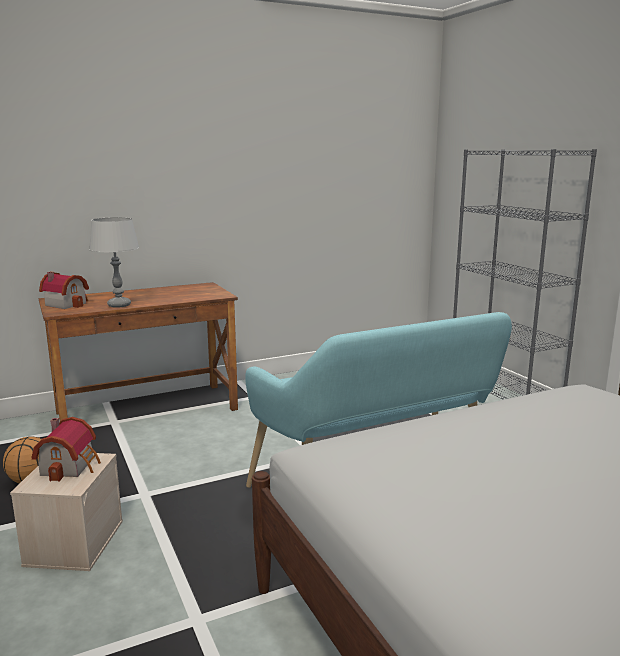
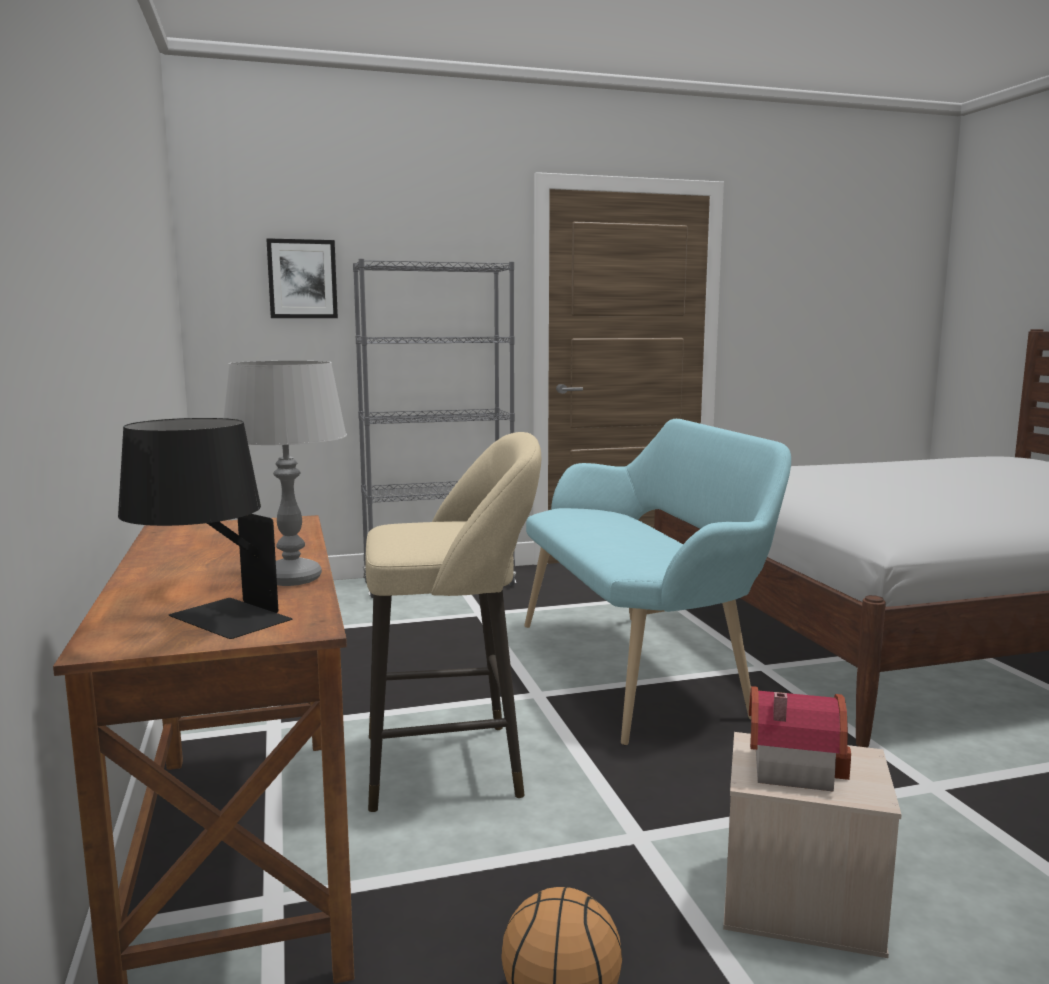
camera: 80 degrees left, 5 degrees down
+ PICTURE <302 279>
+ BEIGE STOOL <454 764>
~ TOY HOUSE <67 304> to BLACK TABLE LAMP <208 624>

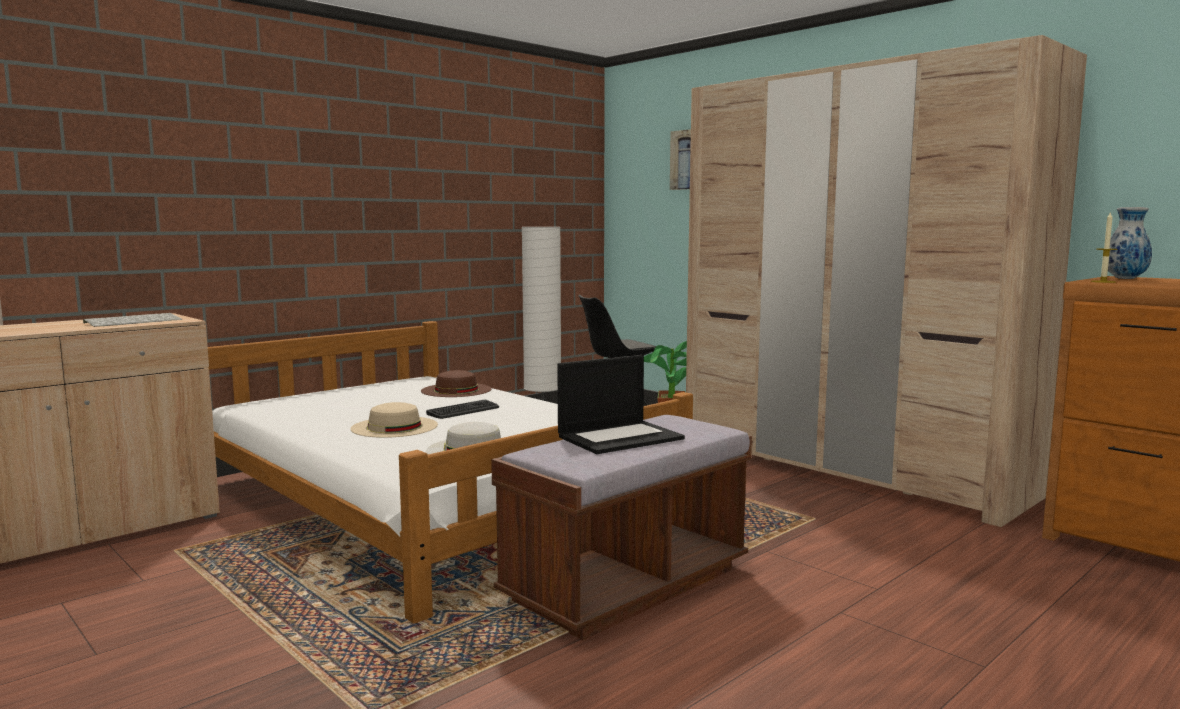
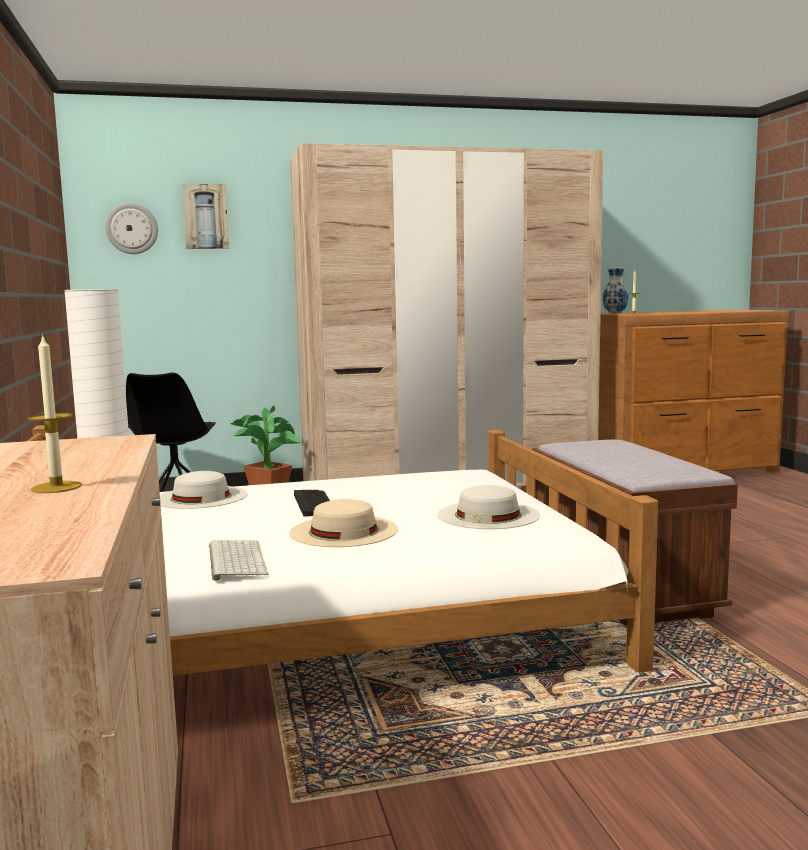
camera: 60 degrees left, 0 degrees up
- LAPTOP <620 437>
+ CANDLE <56 487>
+ WALL CLOCK <132 228>
~ KEYBOARD <134 321> to <235 559>
~ BROWN HAT <456 390> to WHITE HAT <201 497>

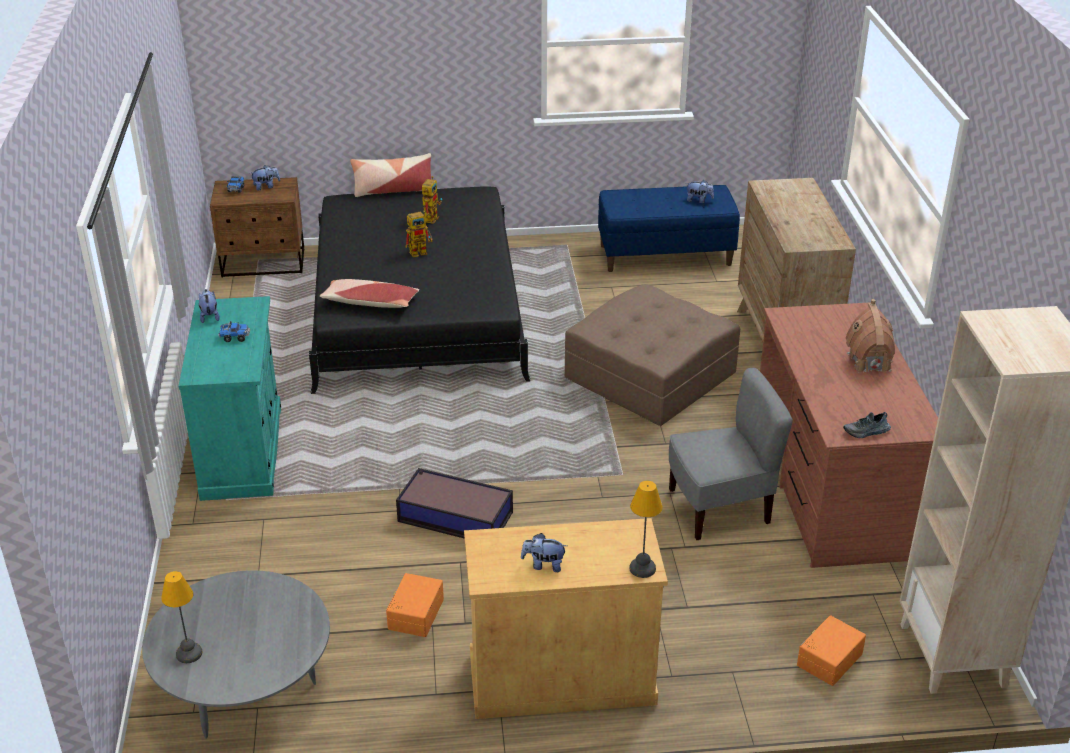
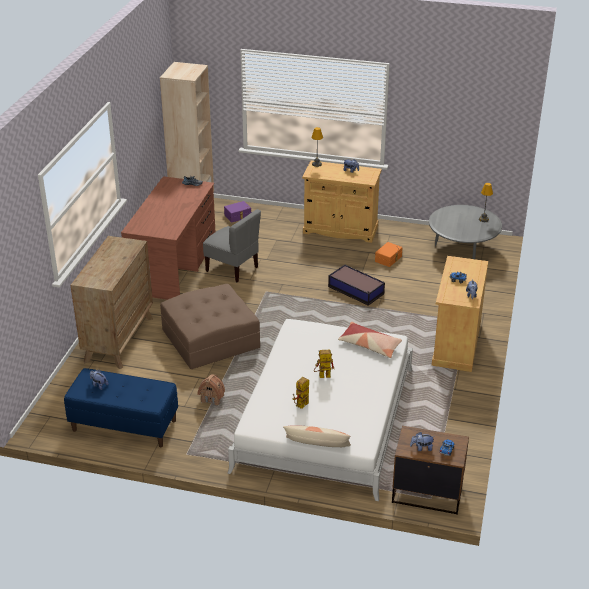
camera: 160 degrees left, 0 degrees up
~ TOY HOUSE <869 361> to <212 398>
~ TURQUOISE CABINET <243 451> to BEIGE CABINET <456 344>
~ BLACK BED <417 309> to WHITE BED <325 418>
~ ORANGE STORAGE BOX <828 658> to PURPLE STORAGE BOX <238 216>
~ GREY CHAIR <720 508> = <232 269> 150 degrees counterclockwise

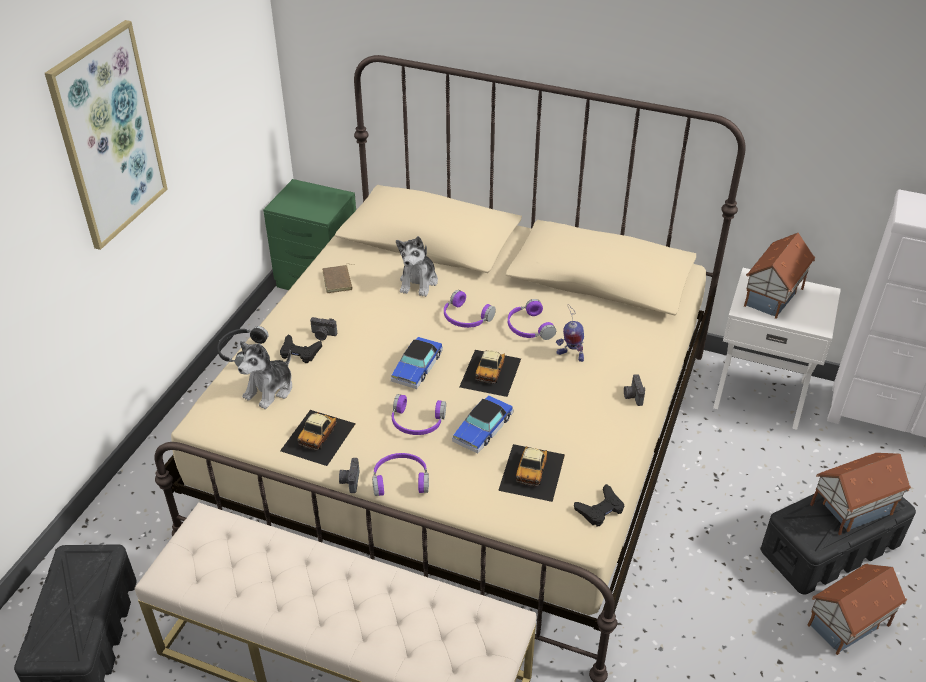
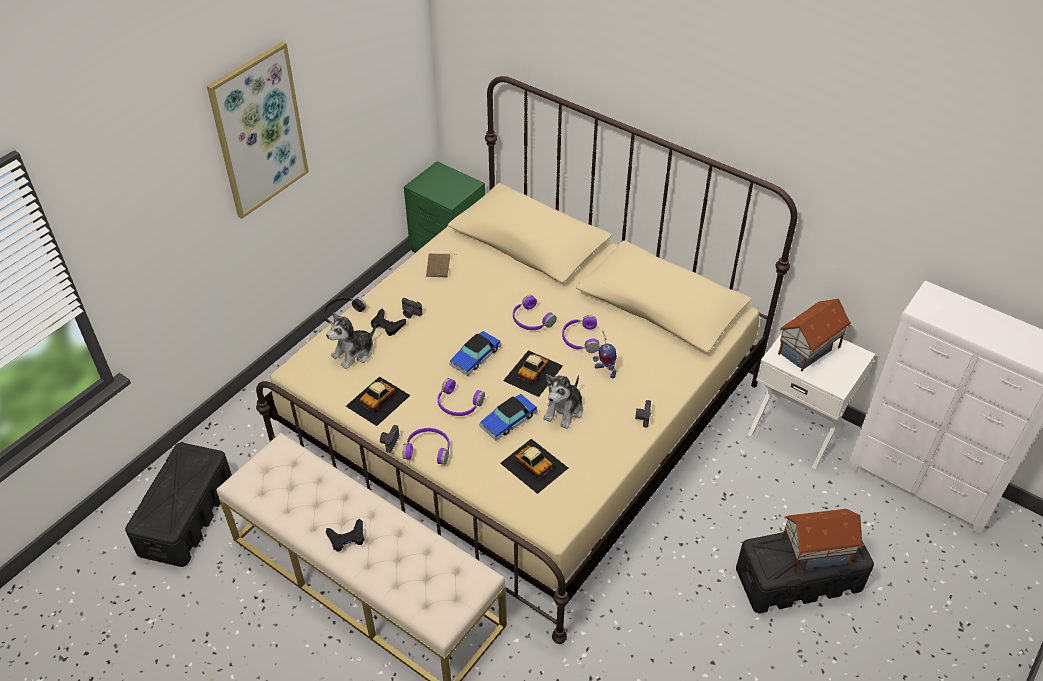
camera: 15 degrees right, 5 degrees up
- TOY HOUSE <849 626>
~ PLUSH TOY <418 282> to <564 410>
~ BLACK GAME CONTROLLER <600 509> to <347 538>
~ TOY CAR <532 472> = <534 465> 75 degrees counterclockwise

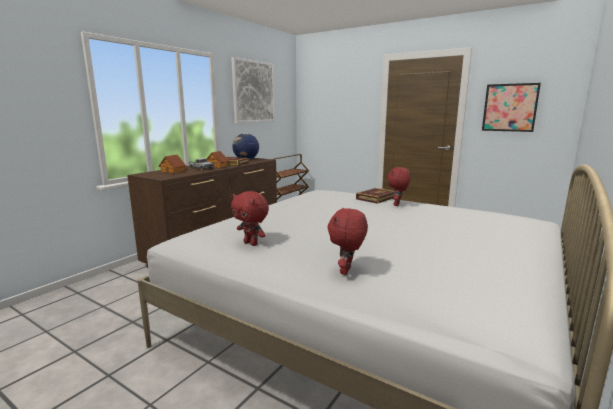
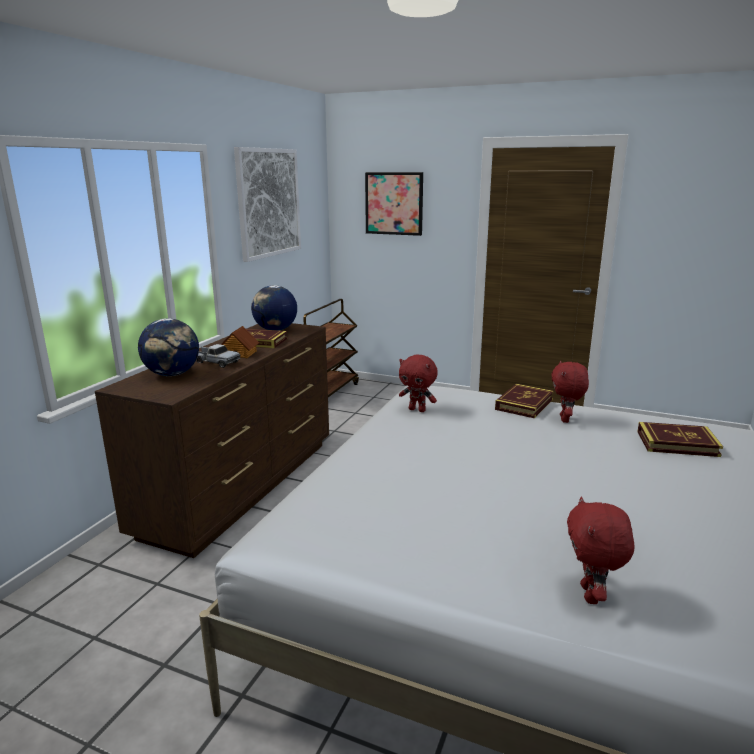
camera: 10 degrees left, 5 degrees up
+ BOOK <677 443>
~ RED PLUSH TOY <251 243> to <417 410>
~ PICTURE <510 107> to <394 203>
~ TOY HOUSE <173 171> to GLOBE <172 374>

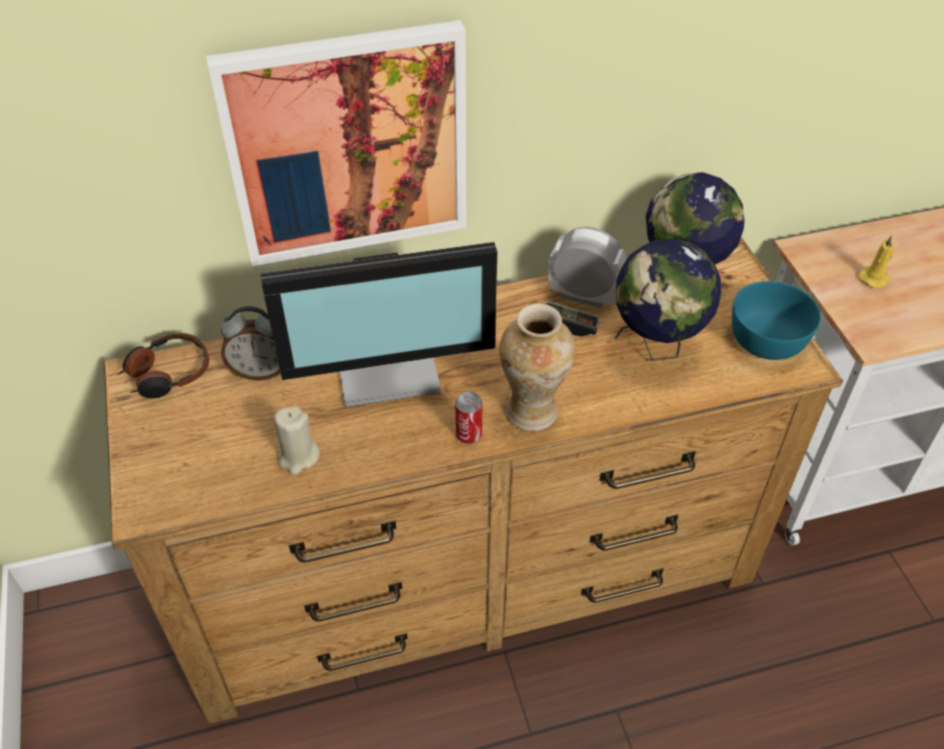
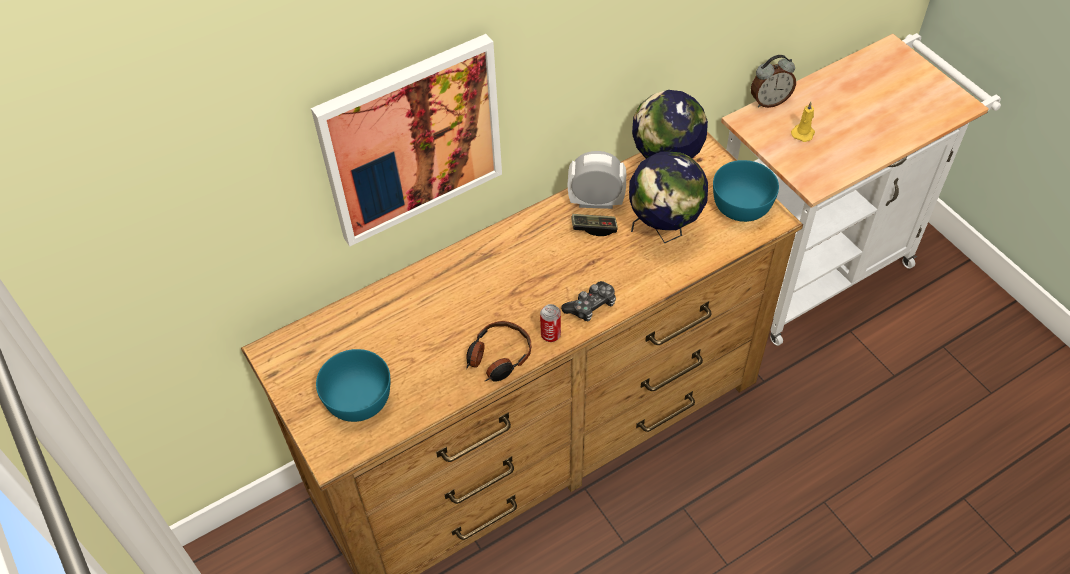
camera: 15 degrees left, 5 degrees up
- MONITOR <389 368>
- BEIGE CANDLE <298 457>
+ TURQUOISE BOWL <357 399>
~ HEADPHONES <167 374> to <498 357>
~ ALARM CLOCK <261 371> to <769 101>
~ VASE <532 413> to GAME CONTROLLER <591 306>

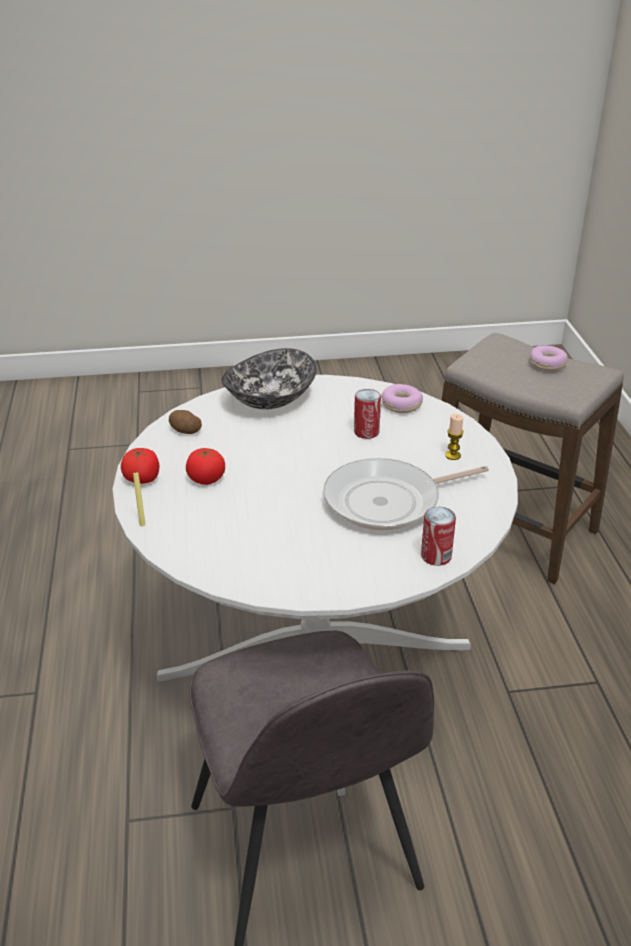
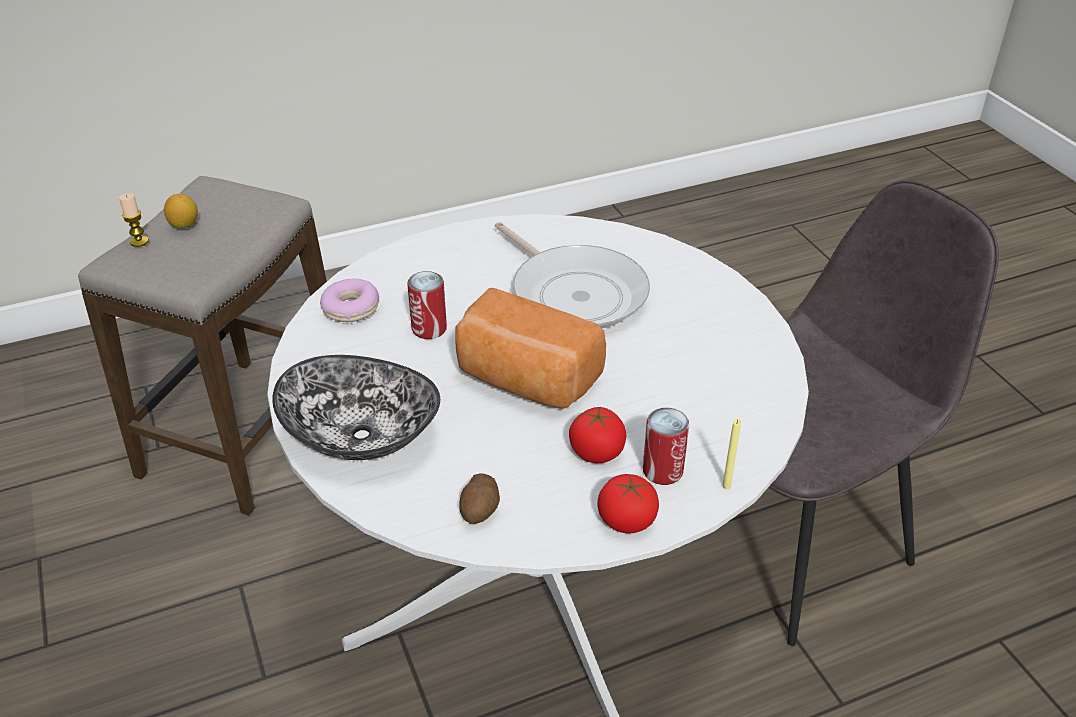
camera: 105 degrees left, 5 degrees up
+ BREAD <525 380>
~ CAN <436 556> to <662 471>
~ CANDLE <453 455> to <139 241>
~ DONUT <547 364> to LEMON <184 225>

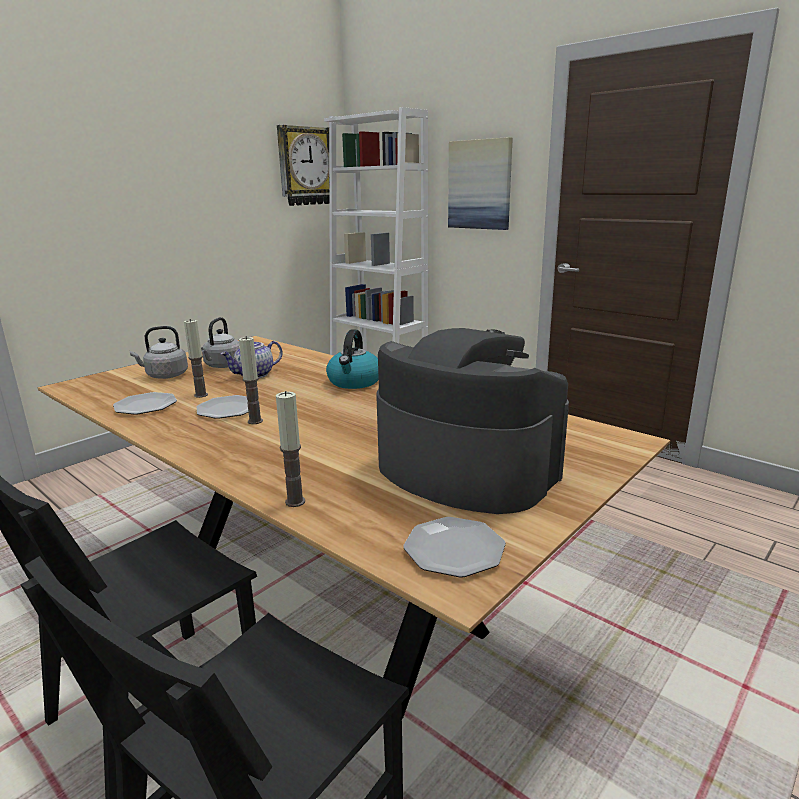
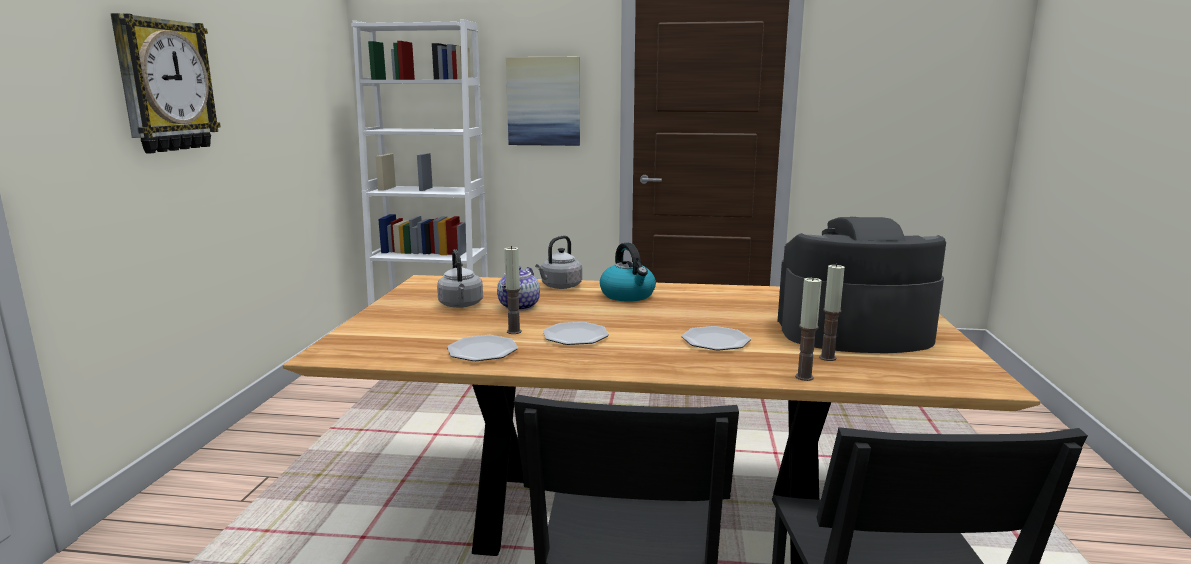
camera: 35 degrees left, 5 degrees down
~ GREY KETTLE <165 376> to <560 287>
~ CANDLE <255 421> to <827 358>
~ WALL CLOCK <305 166> to <165 86>
~ PLATE <454 550> to <716 341>

